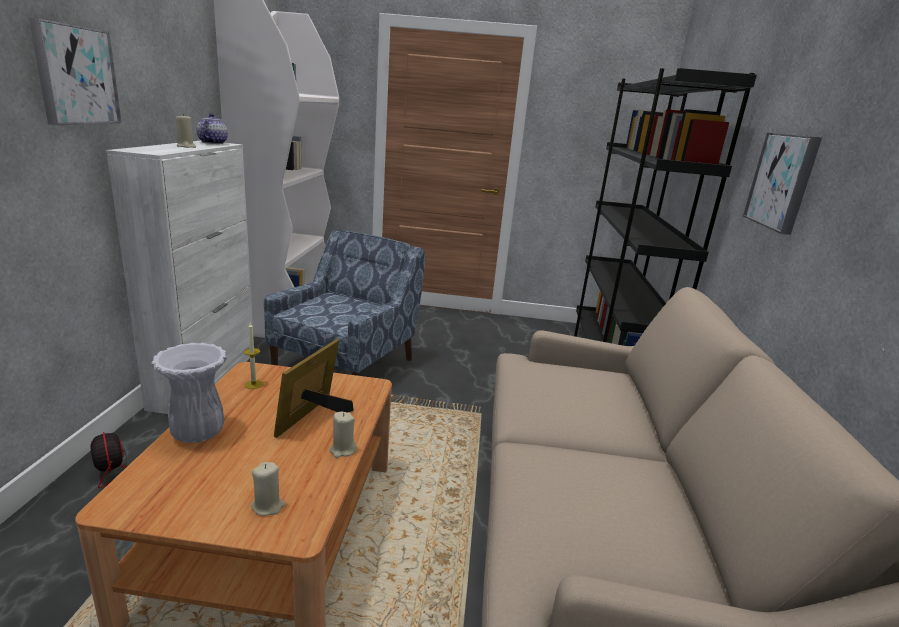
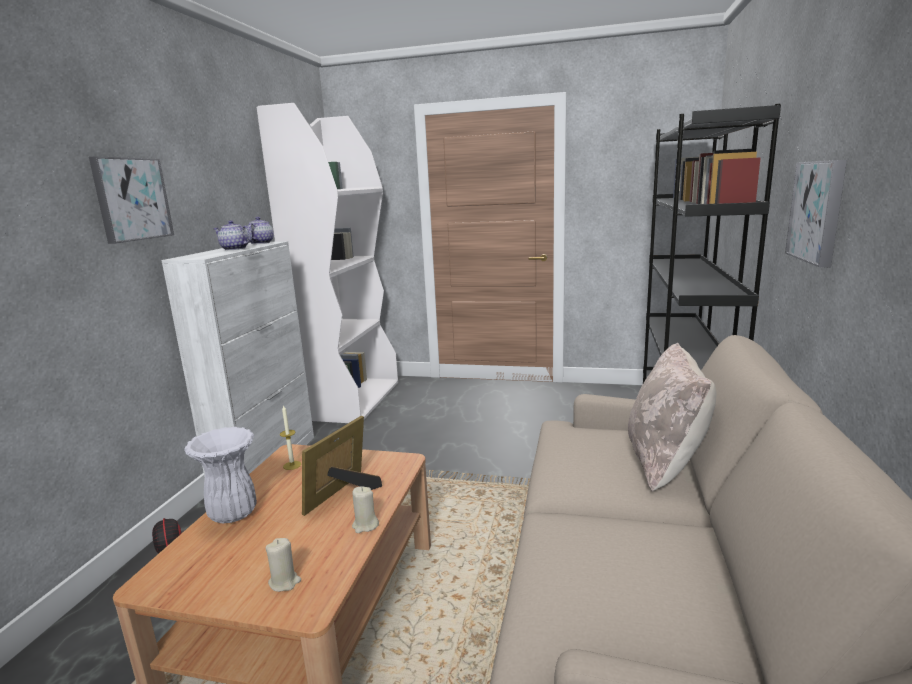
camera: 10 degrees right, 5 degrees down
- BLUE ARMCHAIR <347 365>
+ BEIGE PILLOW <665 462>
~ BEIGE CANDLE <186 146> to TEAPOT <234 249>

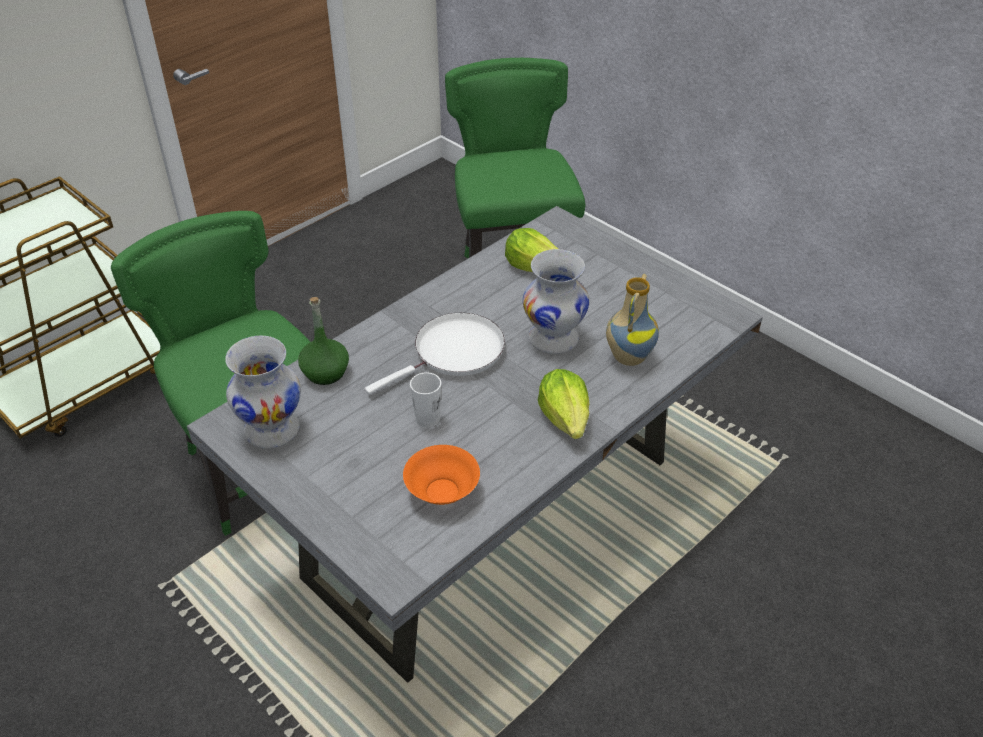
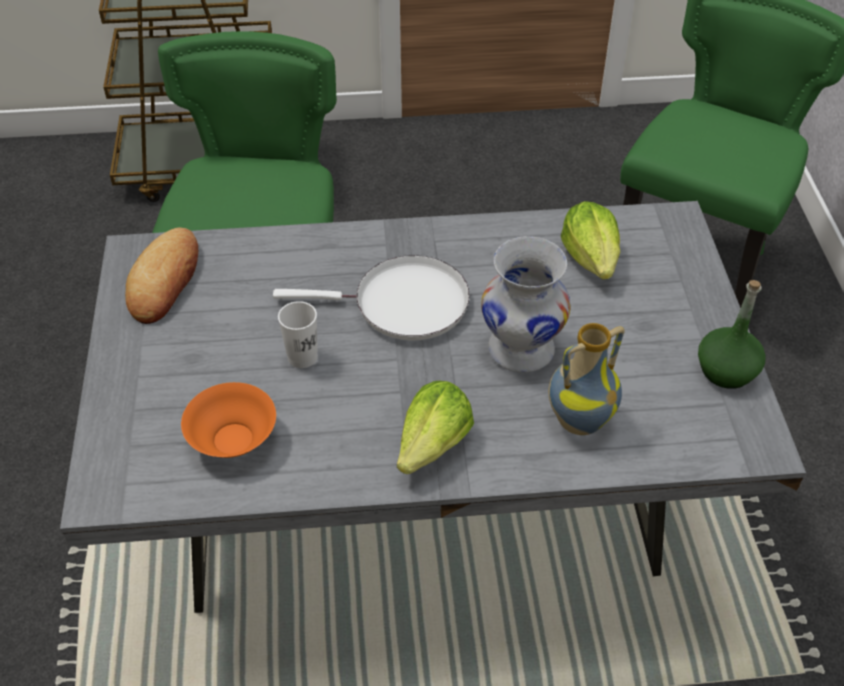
camera: 40 degrees right, 5 degrees up
~ GREEN BOTTLE <325 372> to <726 370>
~ WHITE VASE <272 429> to BREAD <165 281>

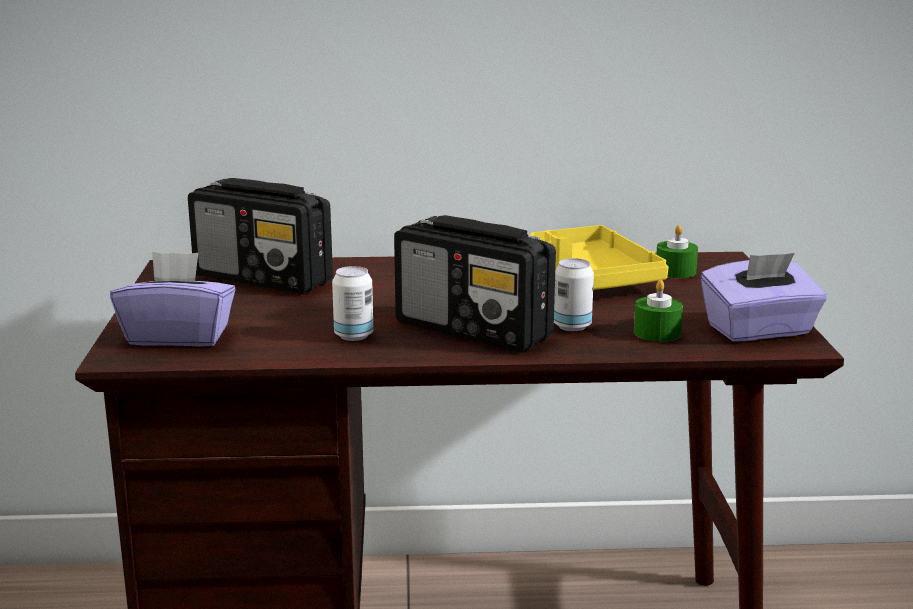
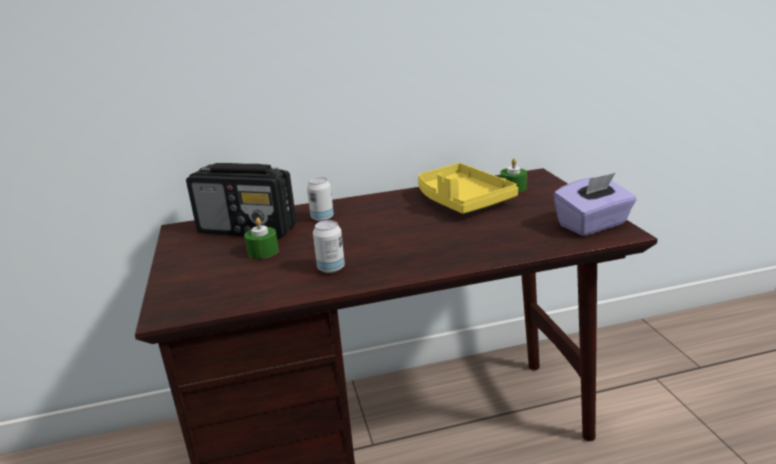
camera: 10 degrees left, 5 degrees up
- PURPLE TISSUE BOX <178 336>
- RADIO <474 330>
~ CAN <572 326> to <322 218>
~ GREEN CANDLE <657 333> to <263 251>

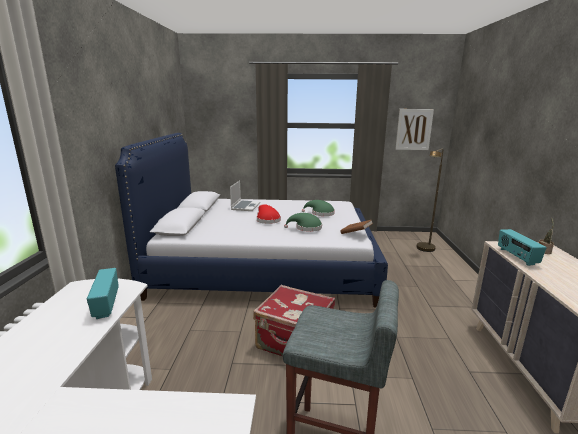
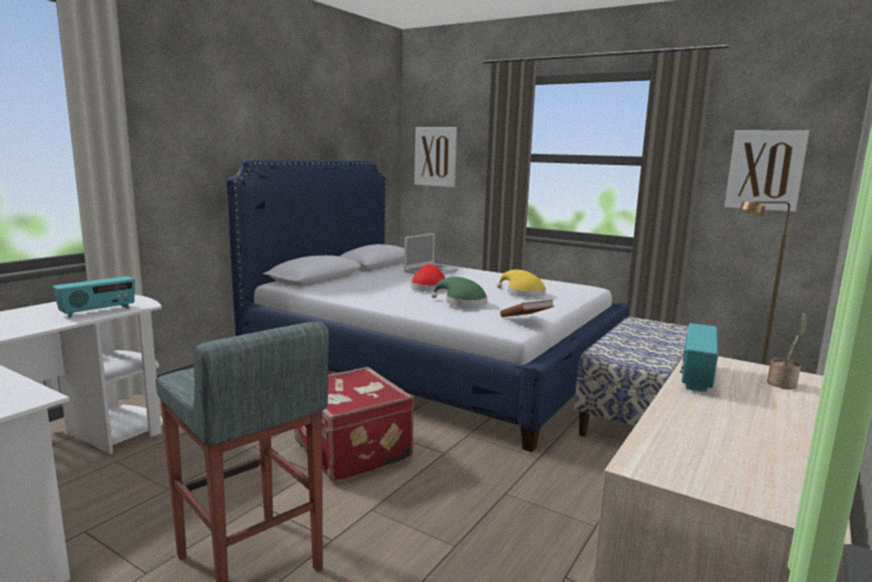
camera: 30 degrees right, 5 degrees down
+ PICTURE <435 156>
+ BENCH <636 414>
~ GREEN HAT <320 213> to YELLOW HAT <522 293>
~ RADIO <105 305> = <98 311> 150 degrees counterclockwise

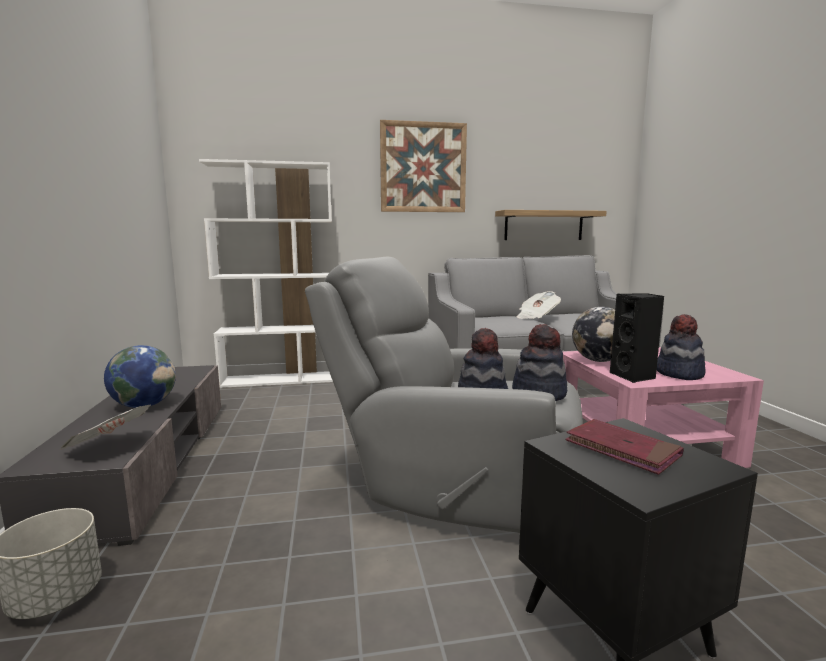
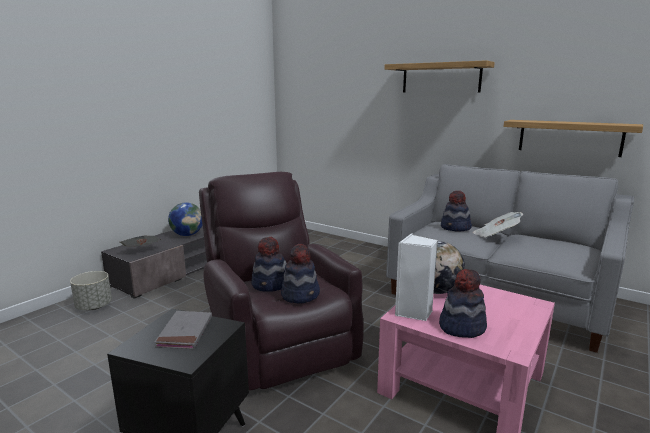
camera: 45 degrees right, 5 degrees up
- WHITE BOOKCASE <281 379>
+ HAT <455 228>
~ PICTURE <423 167> to SHELF <441 78>
~ GREY ARMCHAIR <453 484> to BROWN ARMCHAIR <277 338>
~ RED BOOK <622 449> to GREY BOOK <185 332>
~ BLACK SPEAKER <634 376> to WHITE SPEAKER <414 312>

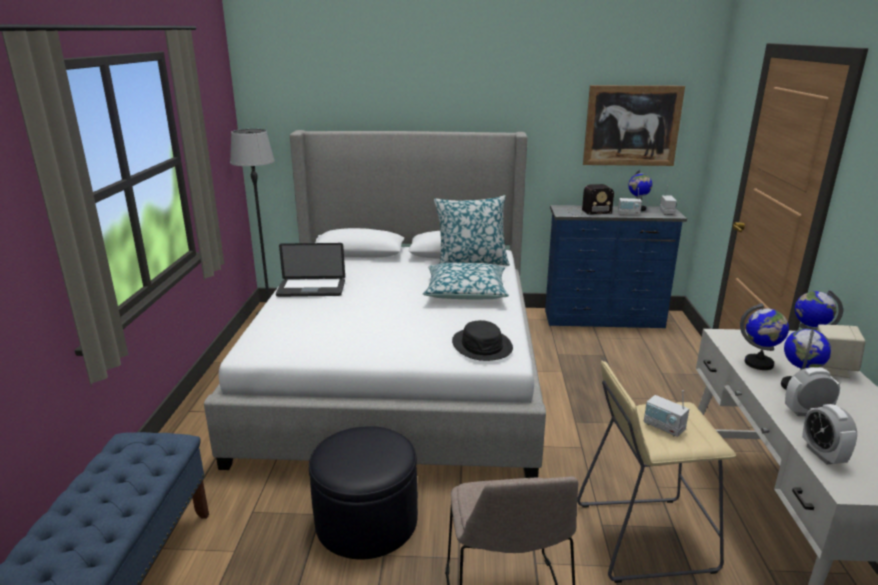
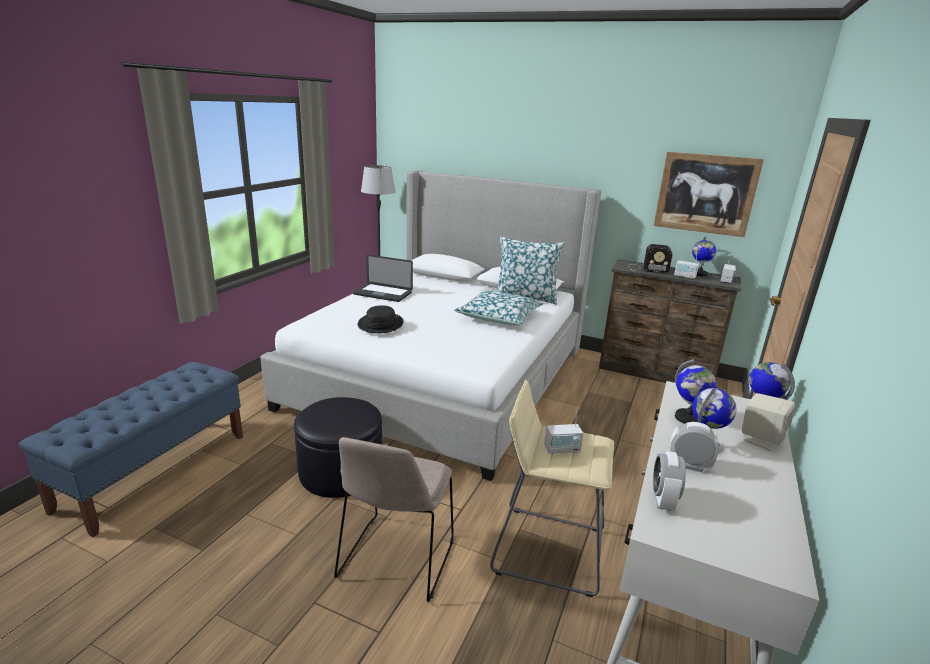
camera: 20 degrees right, 0 degrees up
~ BLACK HAT <482 345> to <381 324>
~ BLUE DRESSER <604 319> to BROWN DRESSER <655 374>
~ RADIO <664 427> = <562 449> 75 degrees counterclockwise

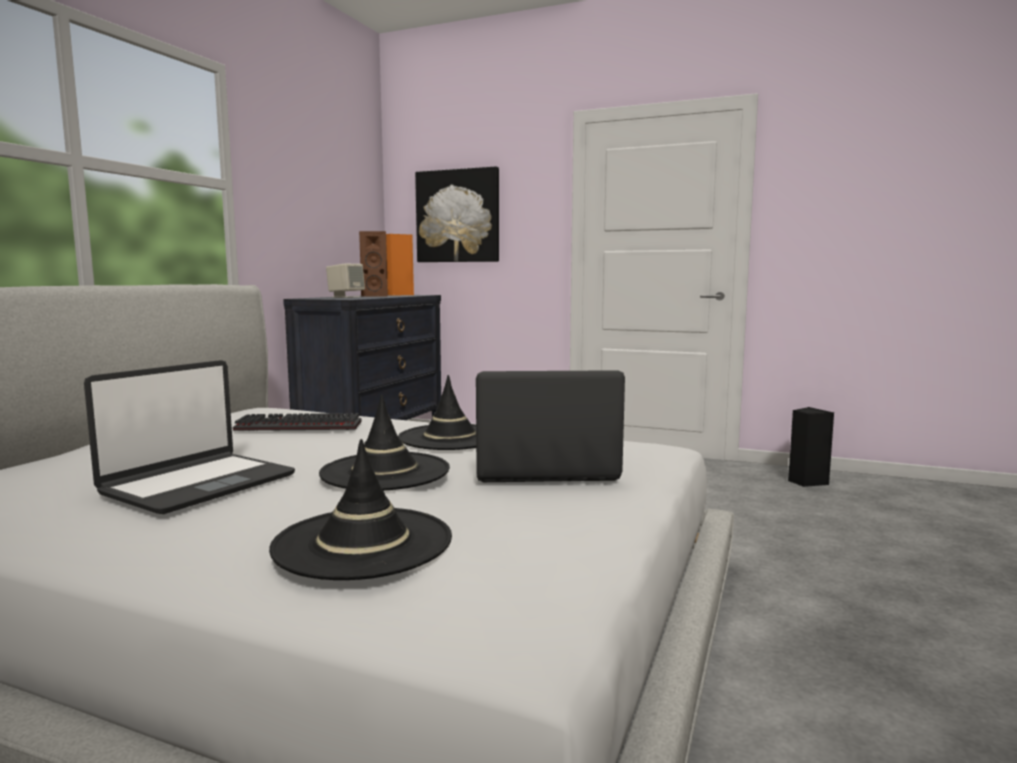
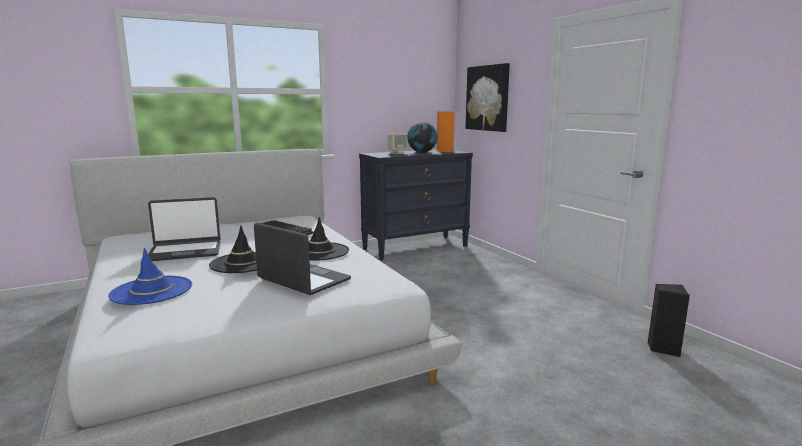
camera: 40 degrees right, 5 degrees up
~ BROWN SPEAKER <376 296> to GLOBE <422 152>
~ BLACK HAT <363 543> to BLUE HAT <152 290>

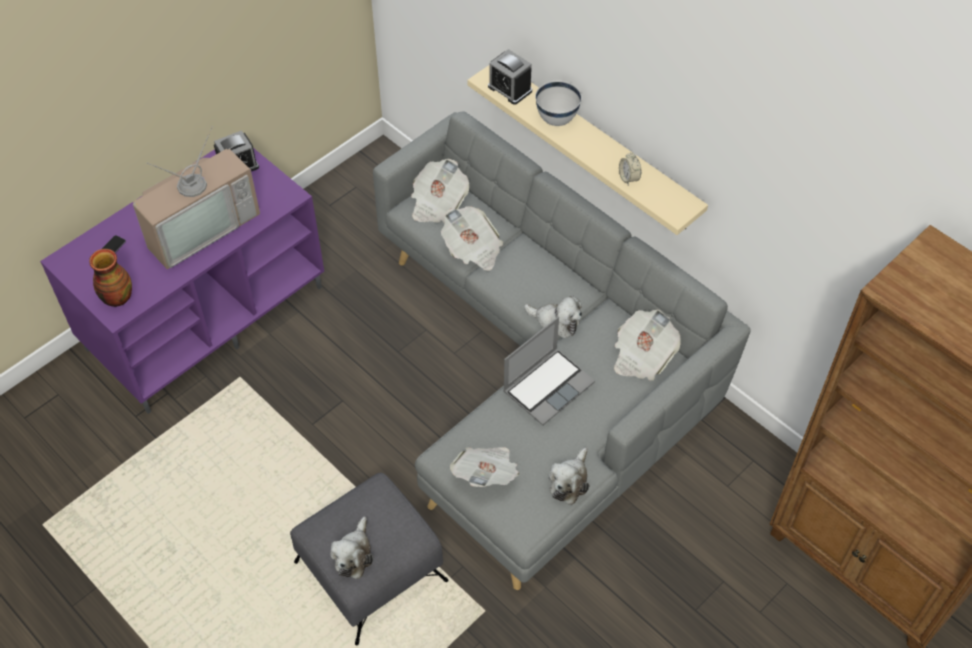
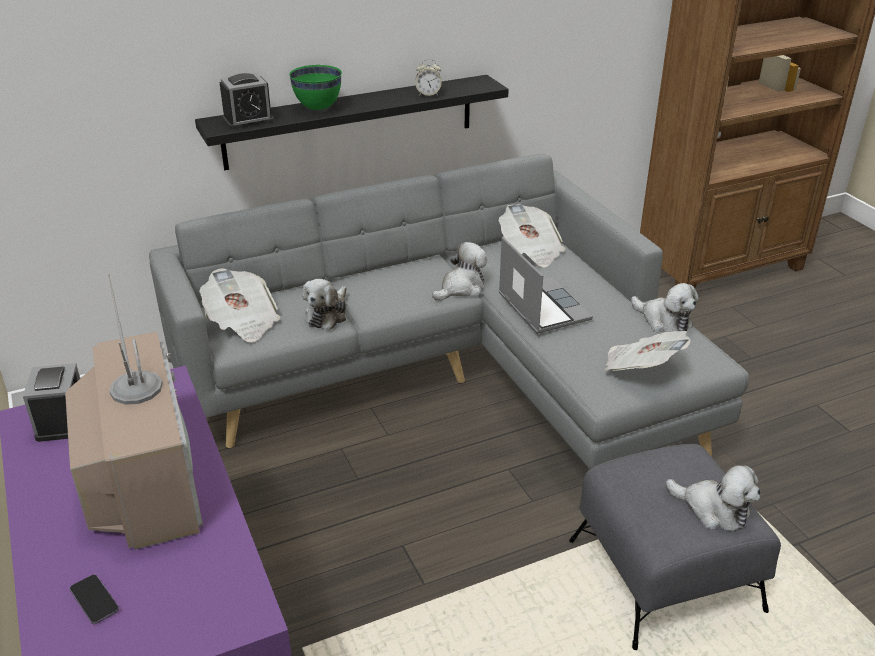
camera: 70 degrees left, 20 degrees down
- VASE <117 298>
~ NEWSPAPER <472 249> to PLUSH TOY <328 314>
~ BEIGE SHELF <596 146> to BLACK SHELF <350 121>
~ WHITE BOWL <557 119> to GREEN BOWL <318 108>

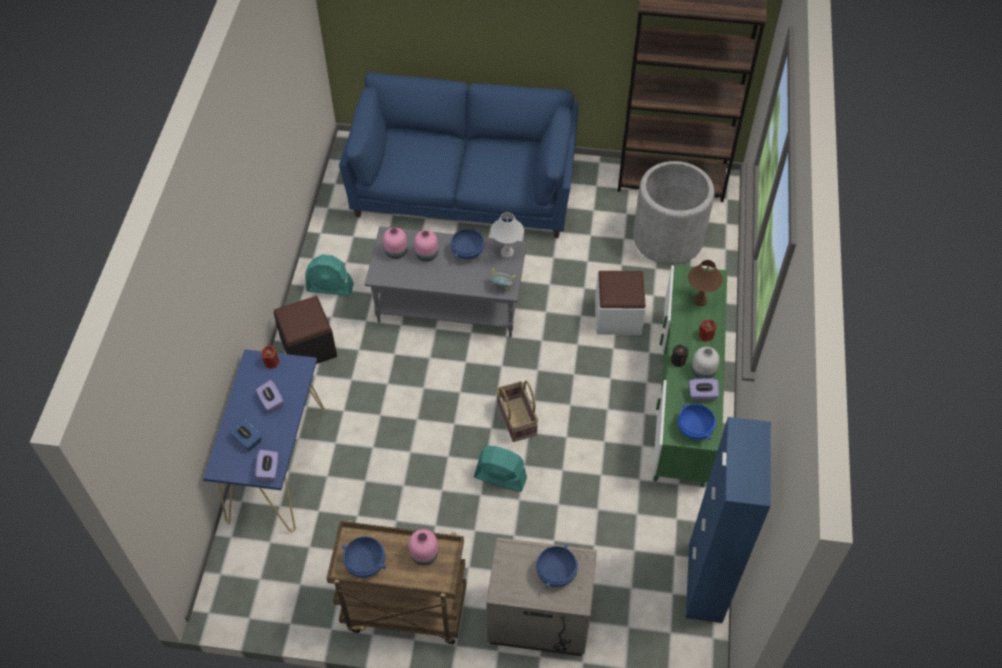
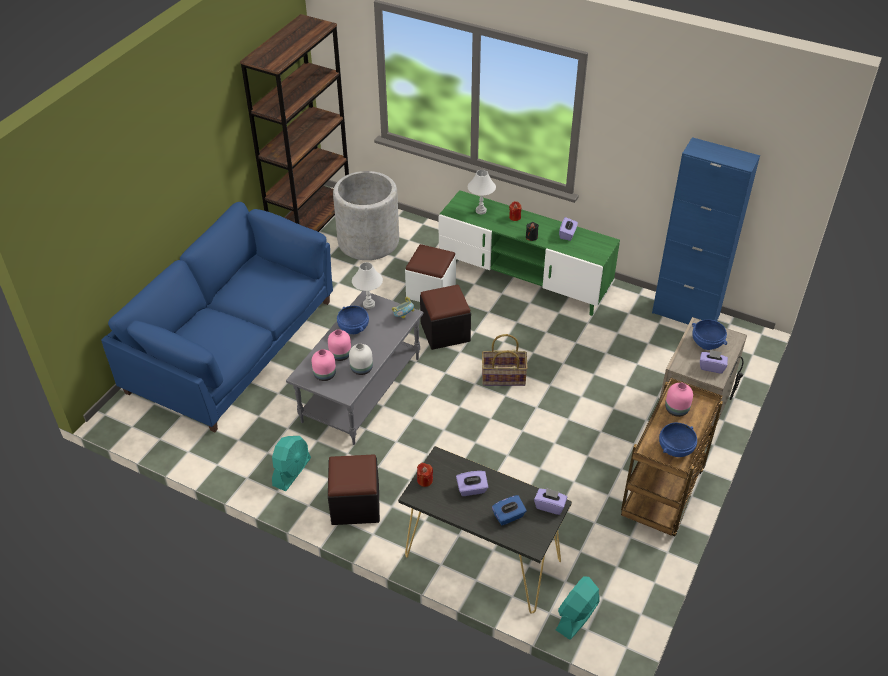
camera: 70 degrees left, 10 degrees down
- BLUE BOWL <695 429>
+ BLACK OTTOMAN <445 332>
+ PURPLE TISSUE BOX <711 367>
~ TURQUOISE FAN <500 477> to <577 616>
~ WHITE VASE <703 371> to <361 368>
~ BLUE CONSOLE TABLE <277 464> to BLACK CONSOLE TABLE <482 558>
~ BROWN TABLE LAMP <700 300> to WHITE TABLE LAMP <480 210>

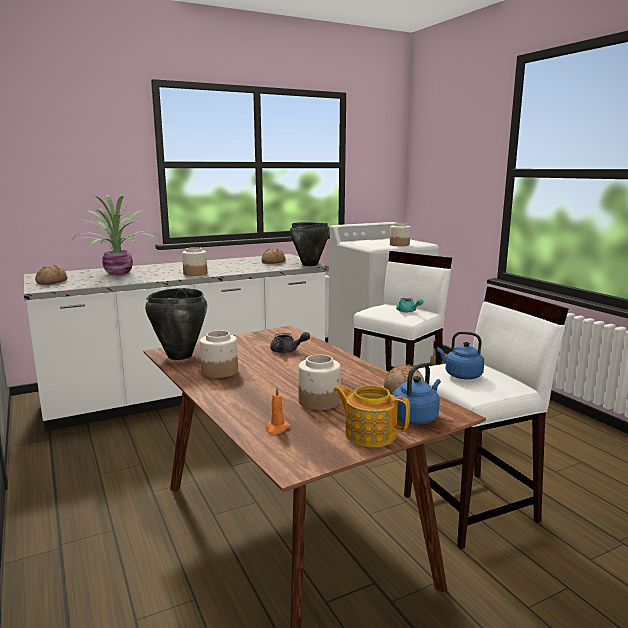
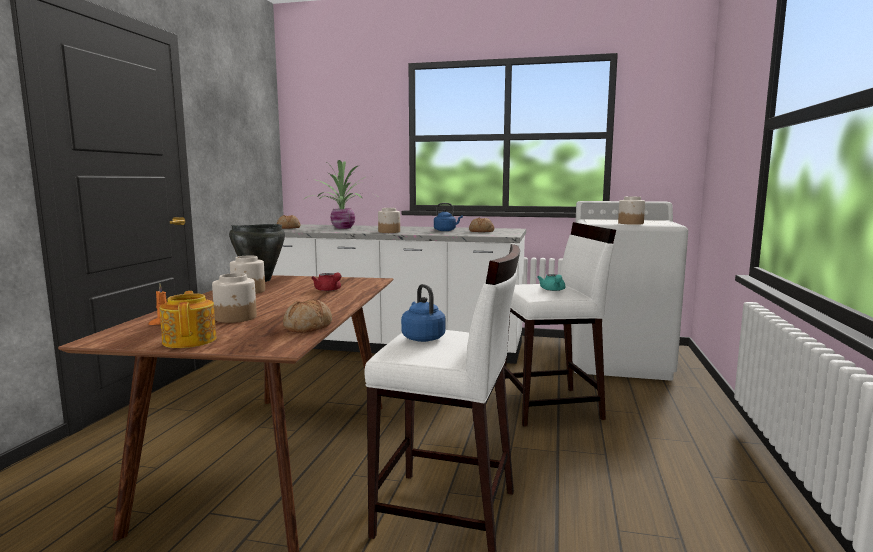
camera: 40 degrees right, 5 degrees down
- BLACK COOKING POT <310 264>
~ BLUE KETTLE <416 417> to <446 230>
~ GREY TEAPOT <287 351> to RED TEAPOT <329 290>

